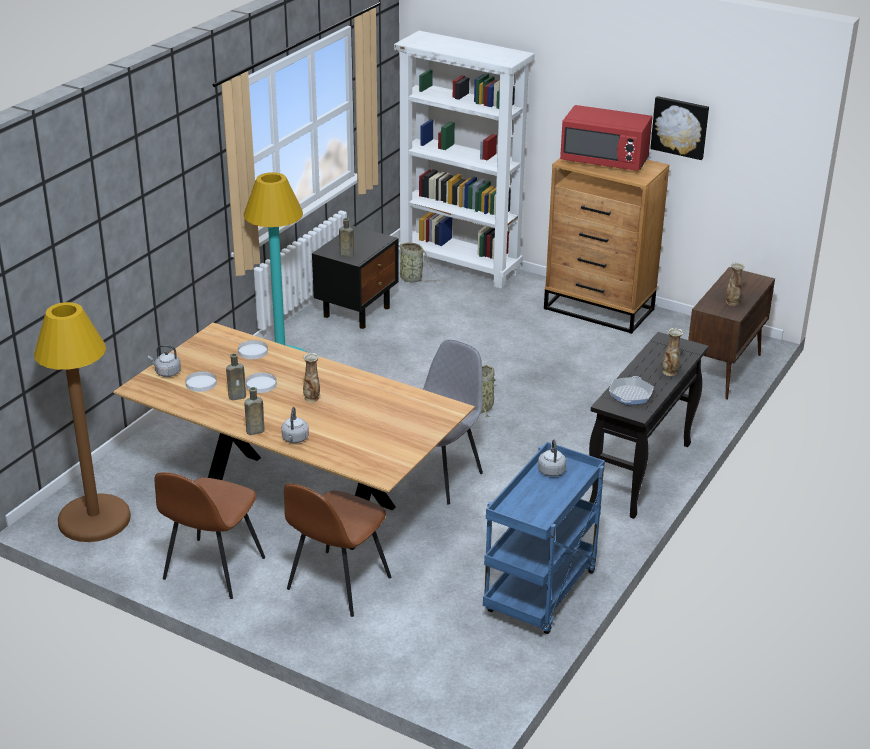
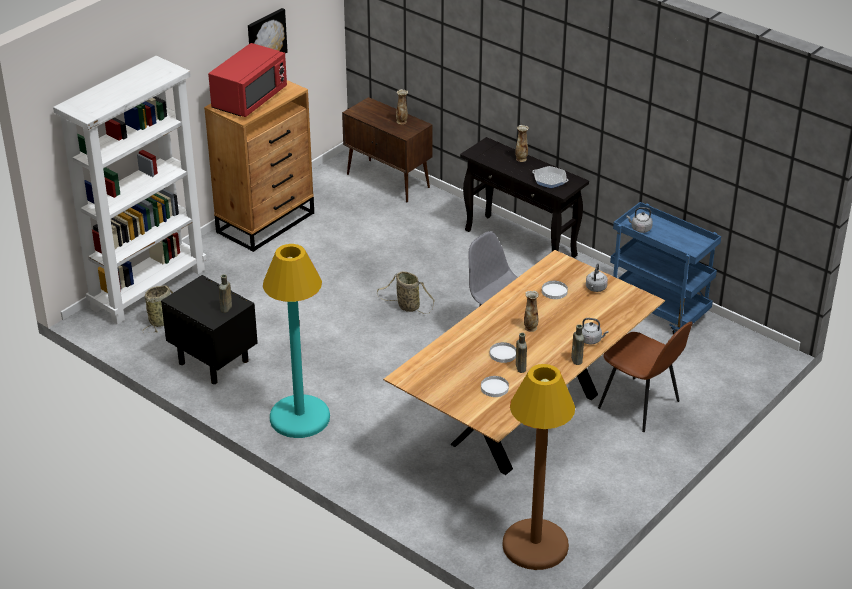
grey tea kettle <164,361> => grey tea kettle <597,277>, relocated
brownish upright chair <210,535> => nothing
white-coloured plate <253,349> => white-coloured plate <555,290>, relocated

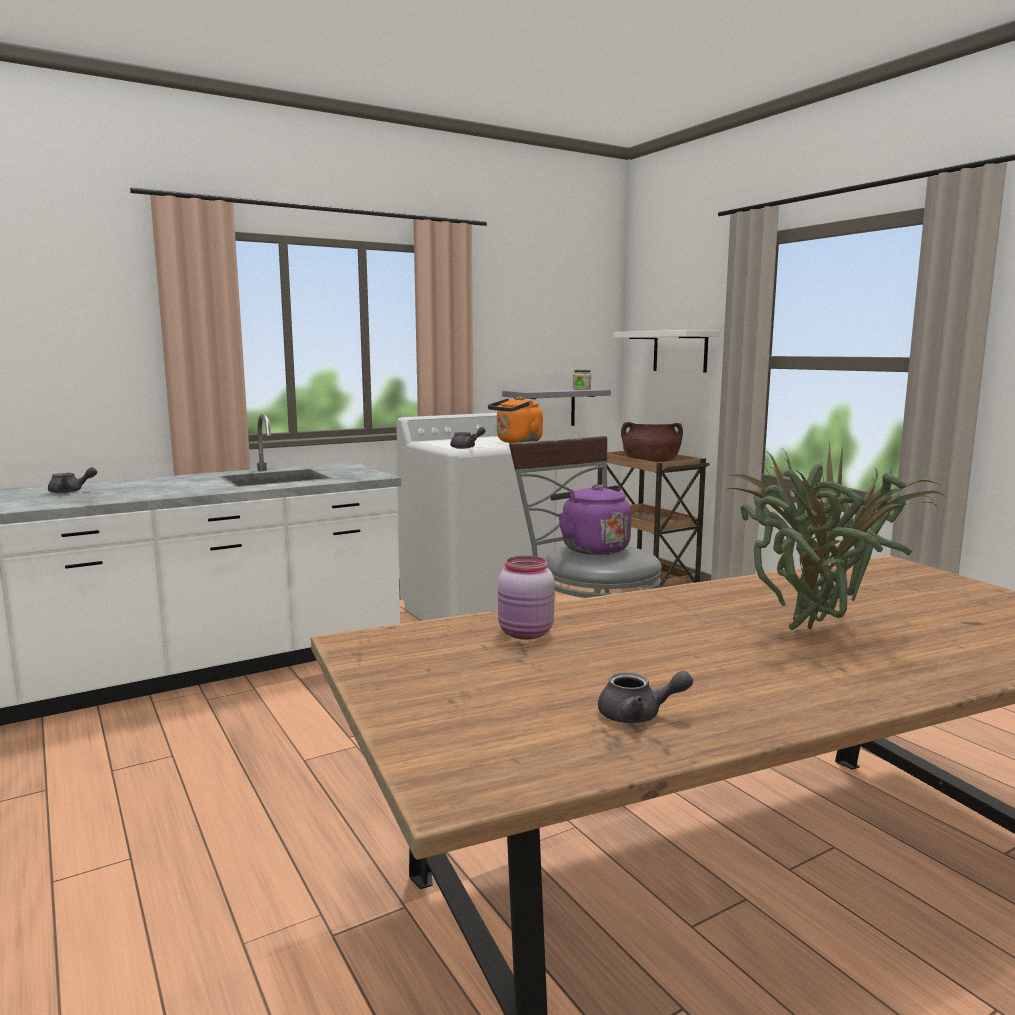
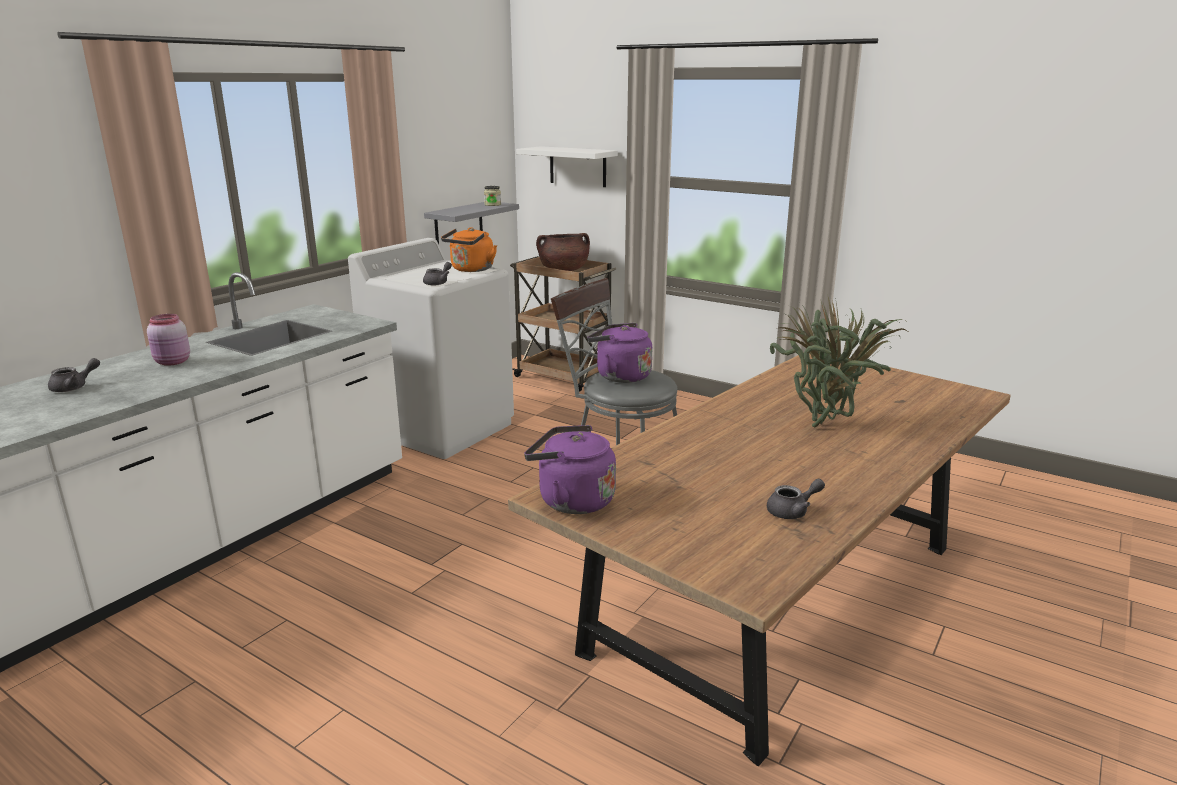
pinkish jar <526,598> => pinkish jar <168,340>, relocated
nothing => purplish tea kettle <570,469>

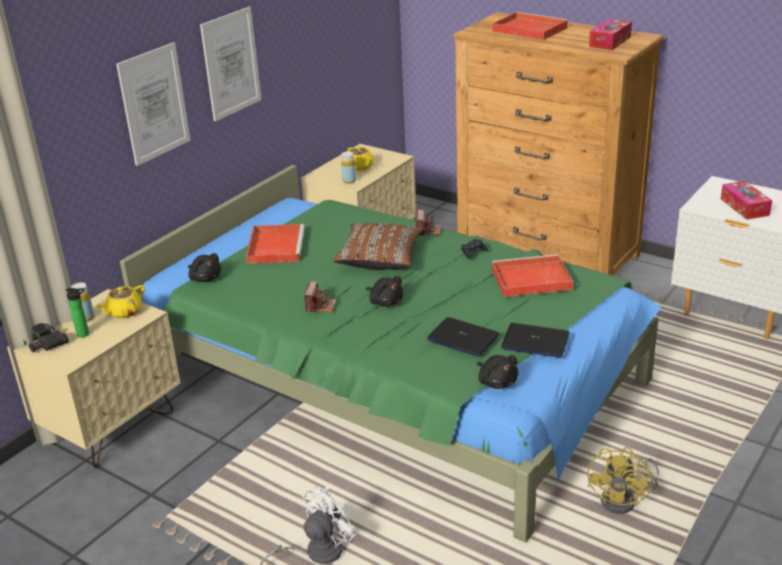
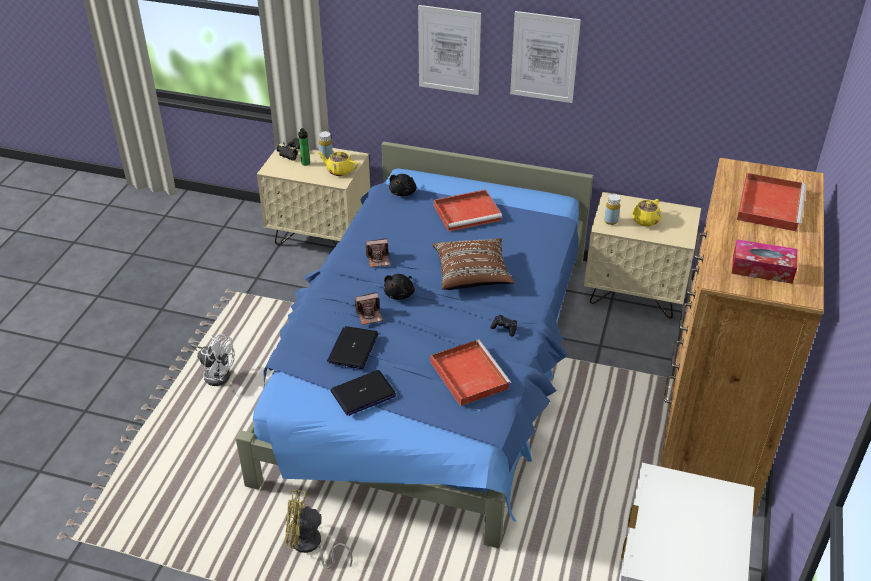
green bedroom bed <390,354> => bluish bedroom bed <414,345>
still camera <428,223> => still camera <369,308>, relocated
black cuddly toy <497,372> => nothing
laptop <535,340> => laptop <363,393>, 120 degrees counterclockwise
tissue box <746,200> => nothing

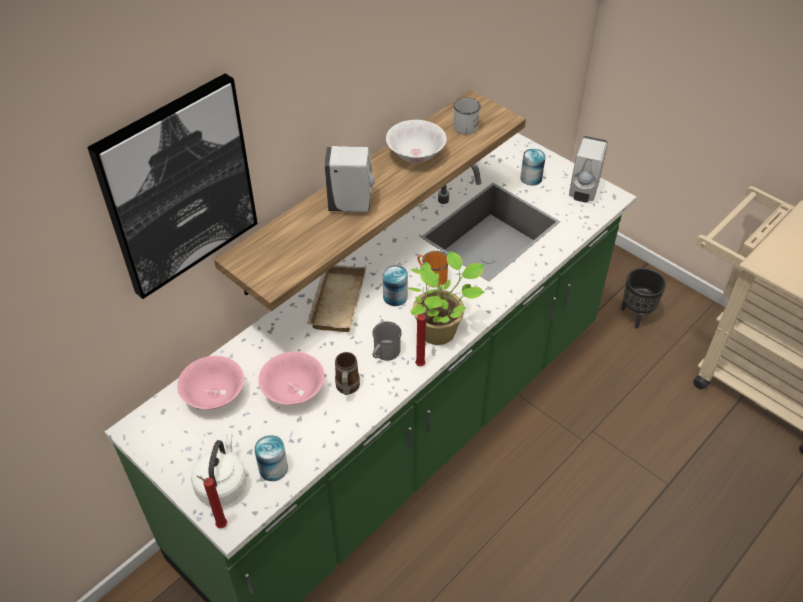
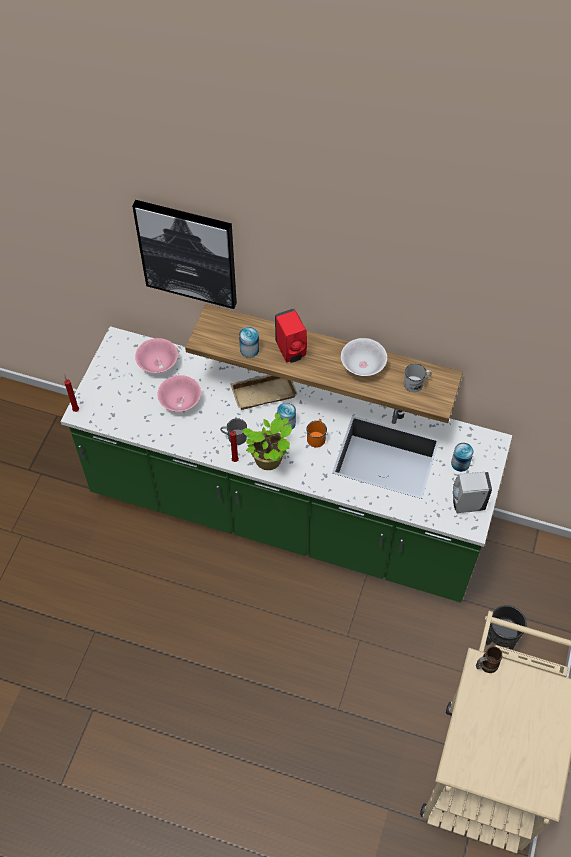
white-coloured tea kettle <219,469> => nothing
sealed can <271,458> => sealed can <249,342>, relocated
white-coloured soap bottle <350,179> => red-coloured soap bottle <291,335>
tea mug <347,373> => tea mug <489,659>, relocated

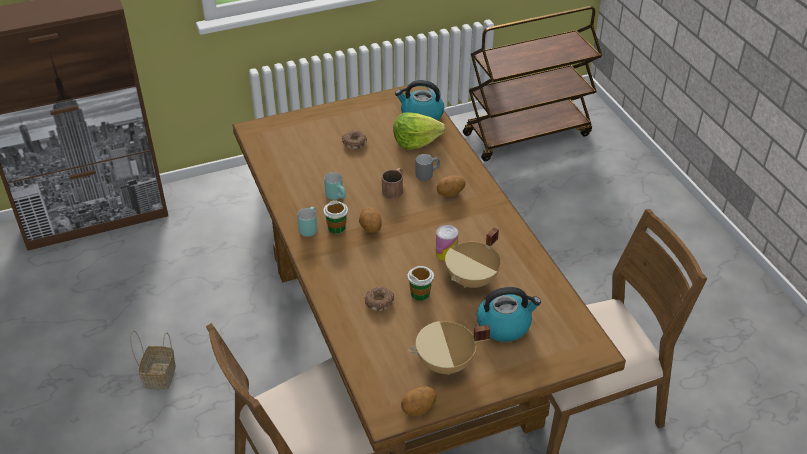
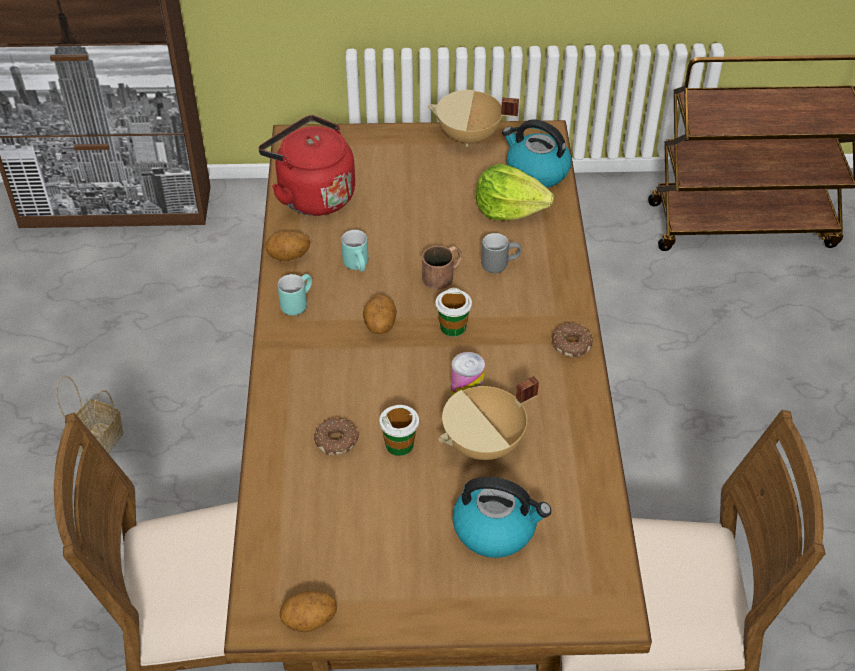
drinking cup <335,217> => drinking cup <454,312>, relocated
donut <354,139> => donut <572,339>, relocated
beige cooking pot <449,348> => beige cooking pot <473,118>, relocated
potato <451,186> => potato <288,246>, relocated
nothing => red-coloured tea kettle <307,165>

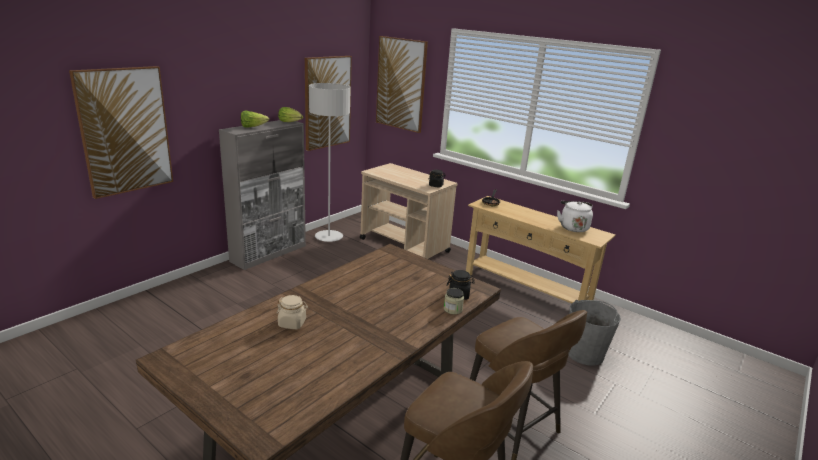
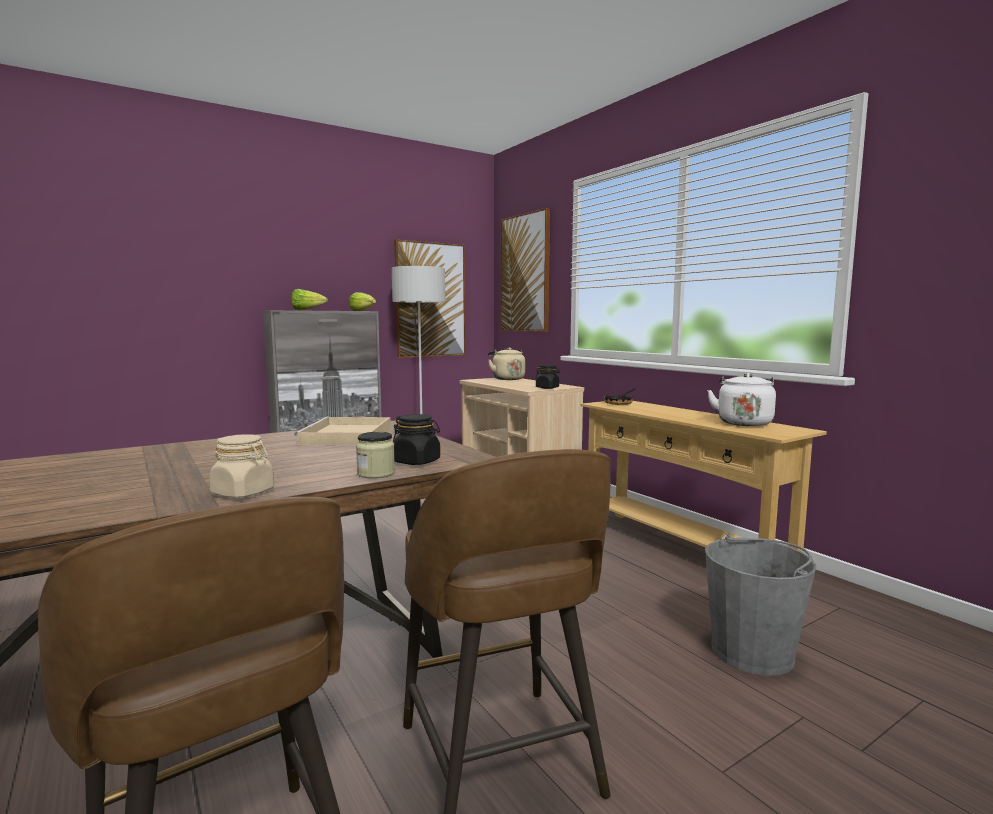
wall art <121,132> => nothing
beige jar <292,312> => beige jar <241,466>, relocated
nothing => beige serving tray <342,431>
nothing => beige tea kettle <506,364>

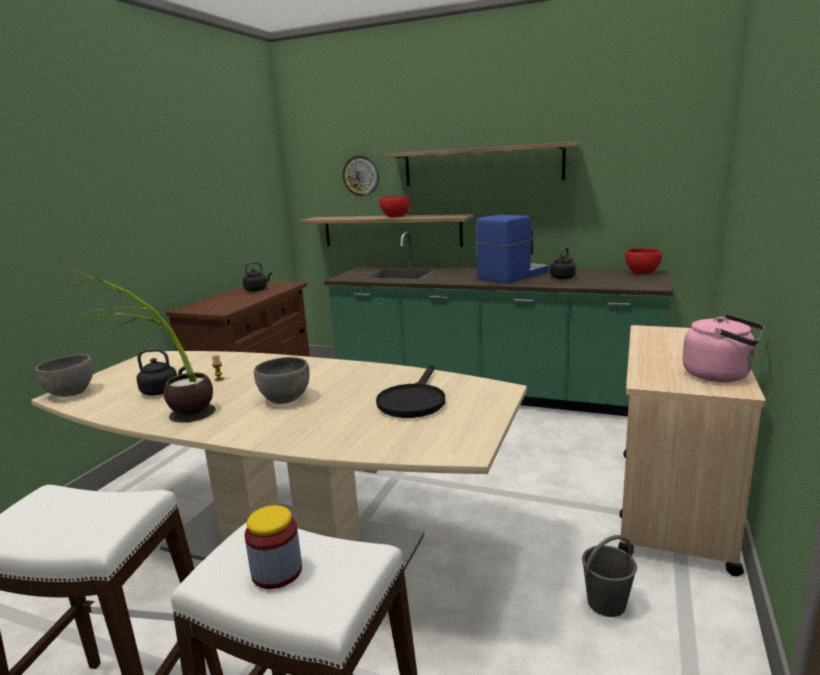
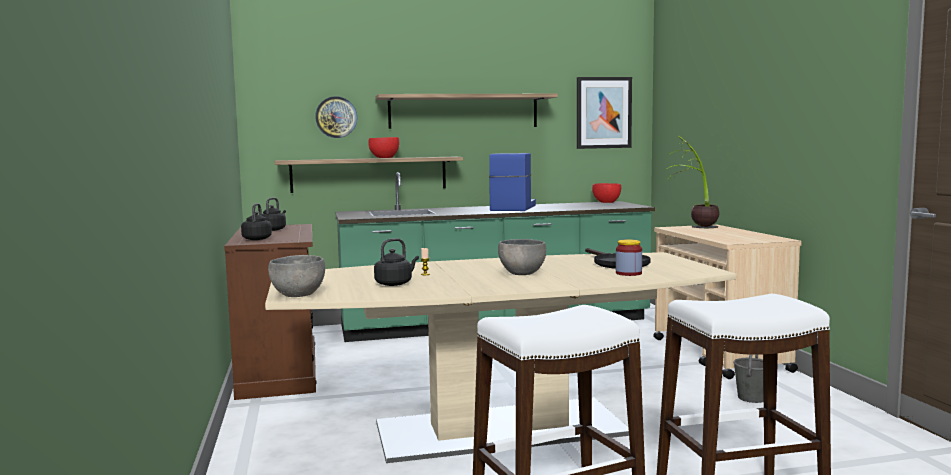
houseplant <141,346> => houseplant <693,182>, relocated
jar <273,547> => jar <629,258>, relocated
black tea kettle <563,263> => black tea kettle <256,221>, relocated
pinkish tea kettle <723,348> => nothing
nothing => wall art <604,113>

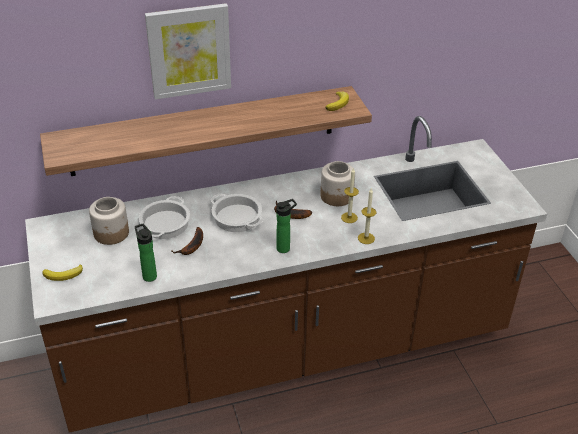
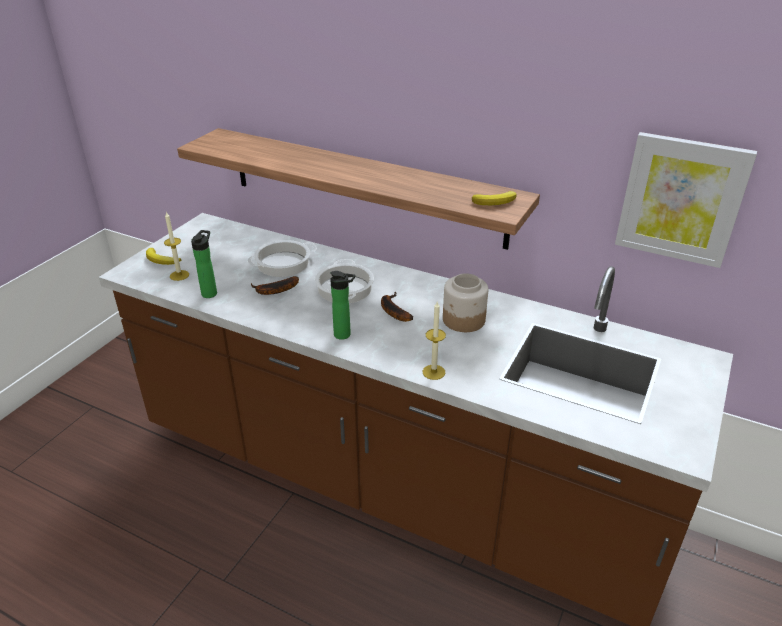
jar <109,221> => nothing
wall art <188,51> => wall art <686,200>, relocated
wax candle <350,195> => wax candle <176,246>, relocated

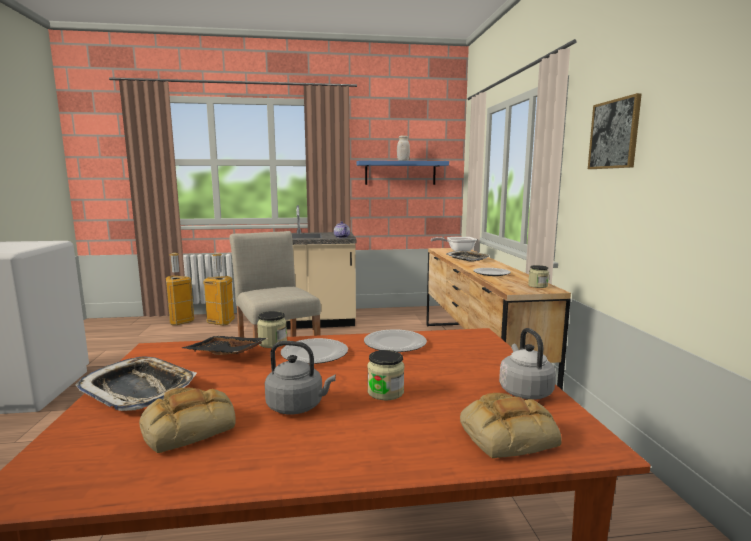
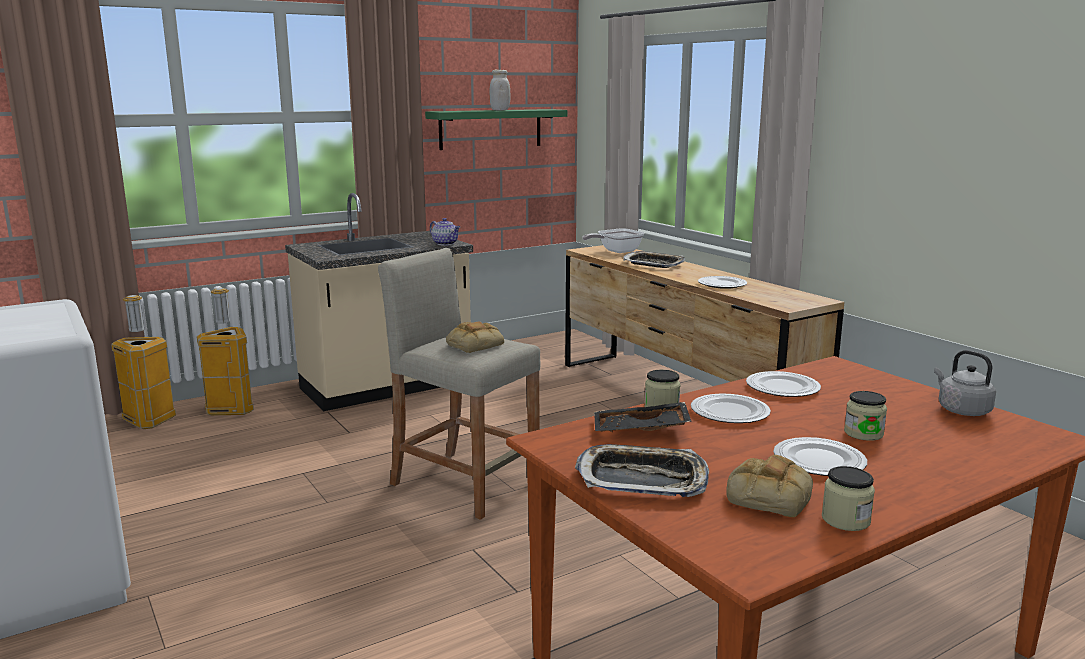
grey tea kettle <300,377> => plate <820,456>
bluish bracket shelf <403,172> => green bracket shelf <496,129>
baked bread <511,425> => baked bread <475,337>, relocated
jar <538,276> => jar <848,498>, relocated
wall art <615,131> => nothing

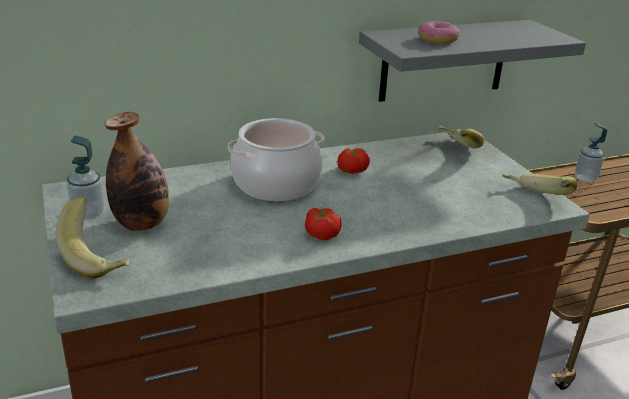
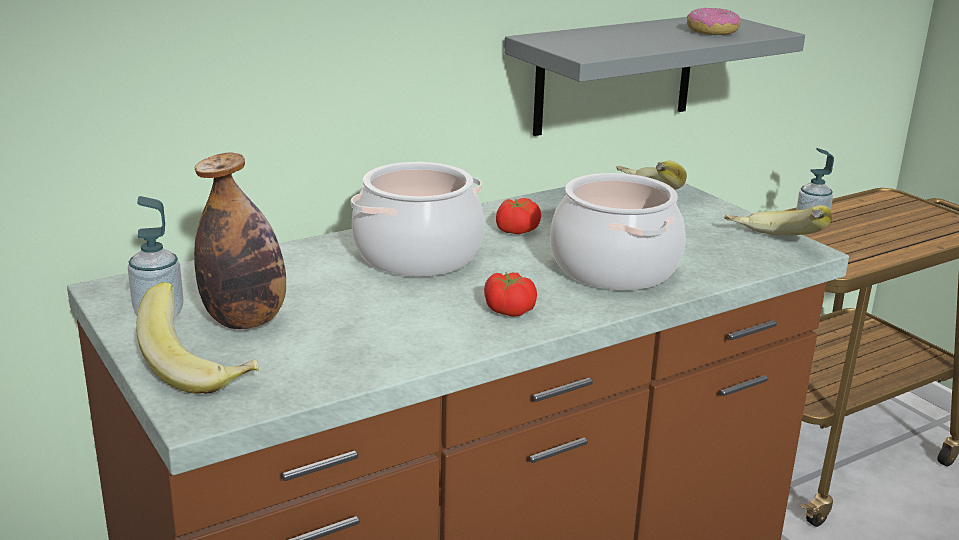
donut <439,32> => donut <714,21>, relocated
nothing => cooking pot <618,231>

